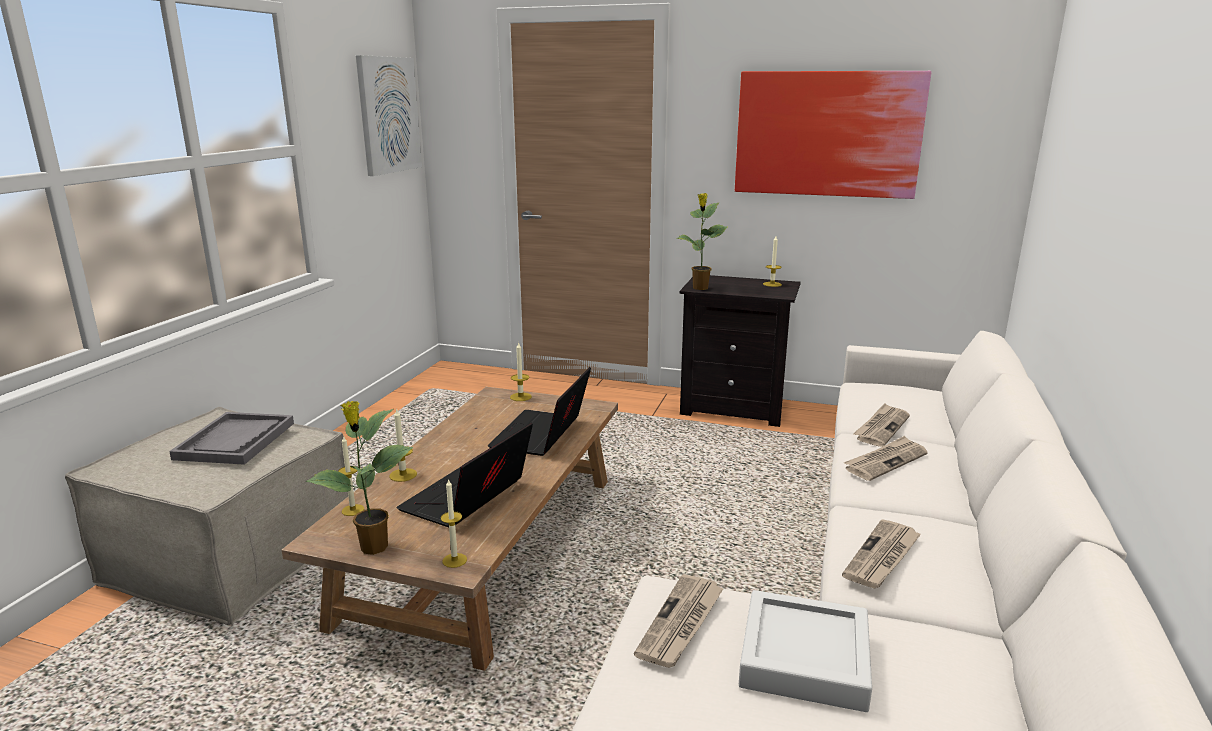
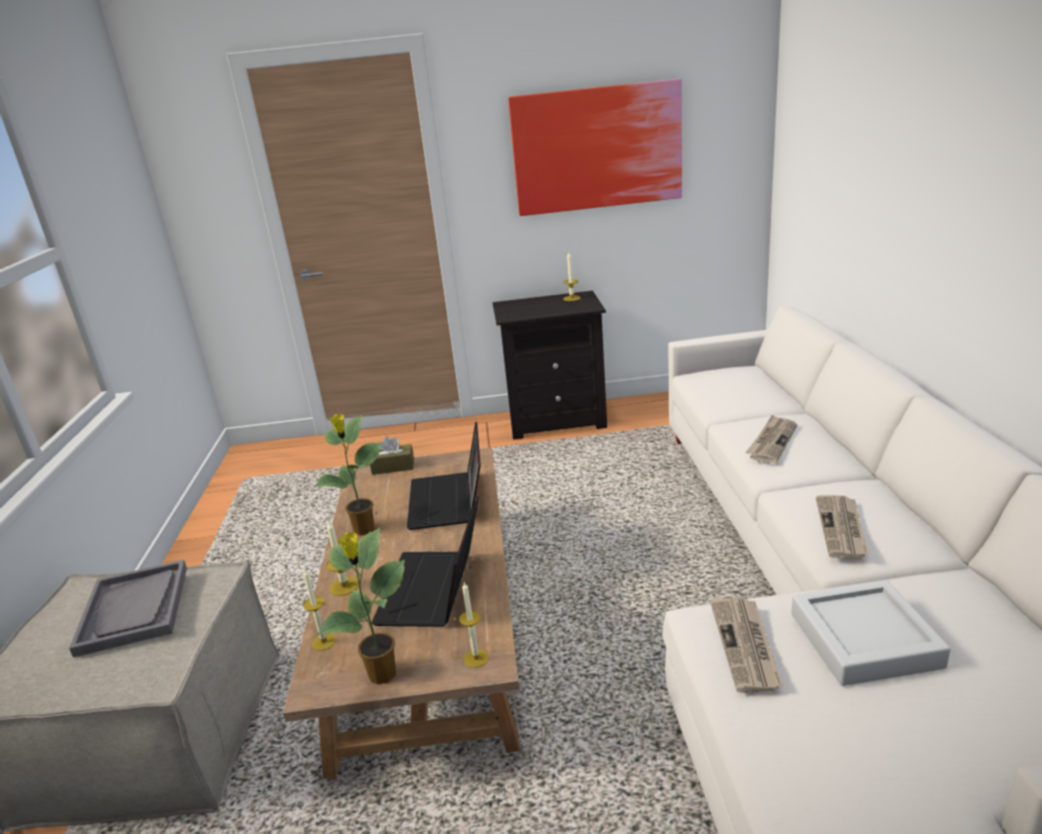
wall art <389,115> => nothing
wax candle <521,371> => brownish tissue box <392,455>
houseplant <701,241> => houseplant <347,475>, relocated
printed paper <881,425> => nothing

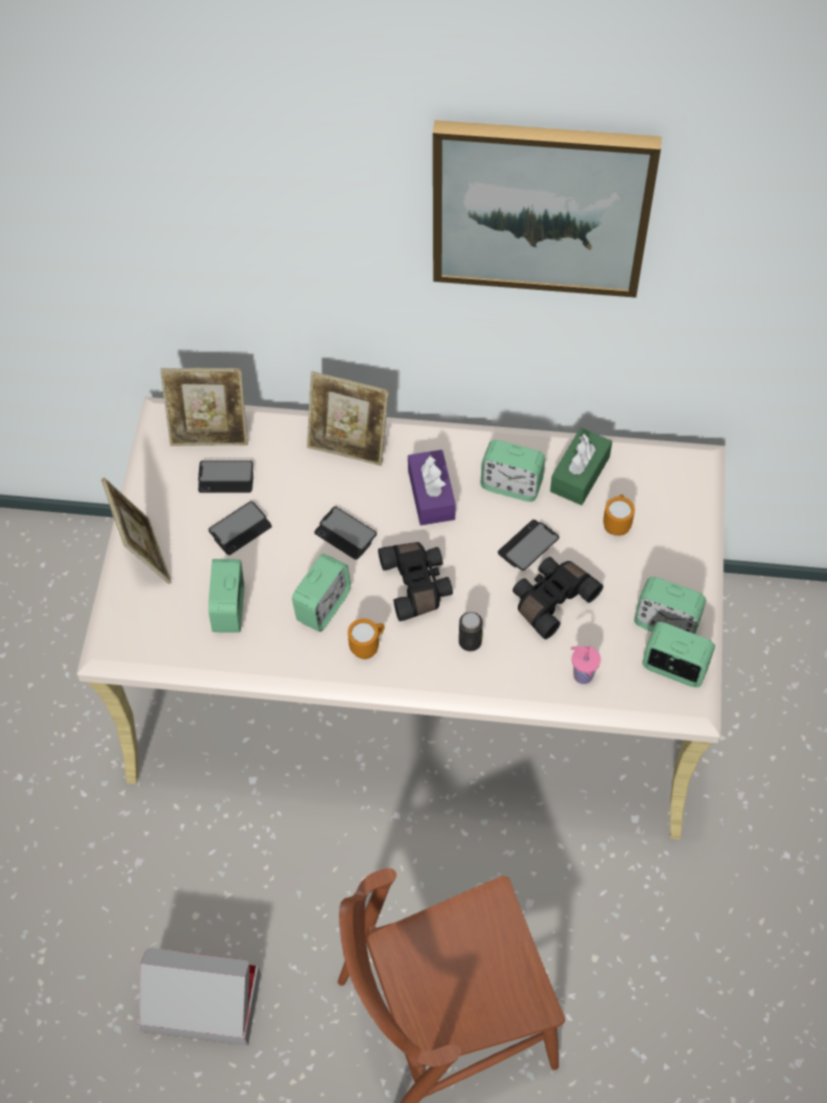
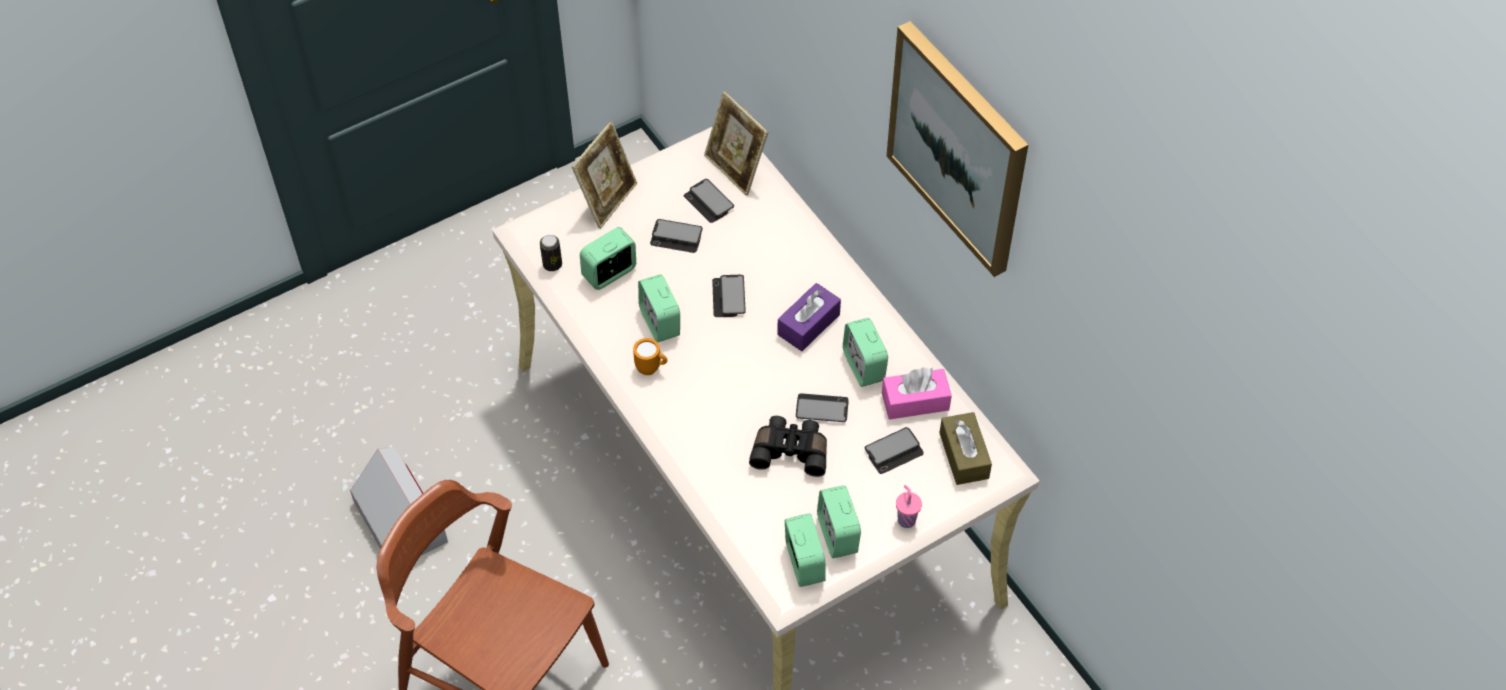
table clock <321,593> => table clock <659,308>, 75 degrees clockwise
picture frame <348,418> => nothing
black pair of binoculars <415,581> => nothing
sealed can <471,631> => sealed can <551,253>, relocated
green tissue box <581,466> => pinkish tissue box <917,393>
pinkish drinking cup <586,665> => pinkish drinking cup <909,506>, relocated
orange-coloured tea mug <619,515> => telephone <894,450>
nothing => brownish tissue box <966,448>

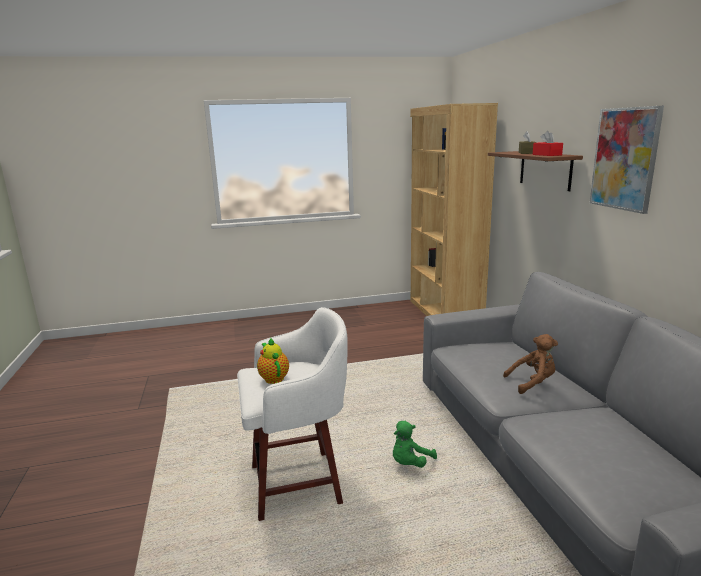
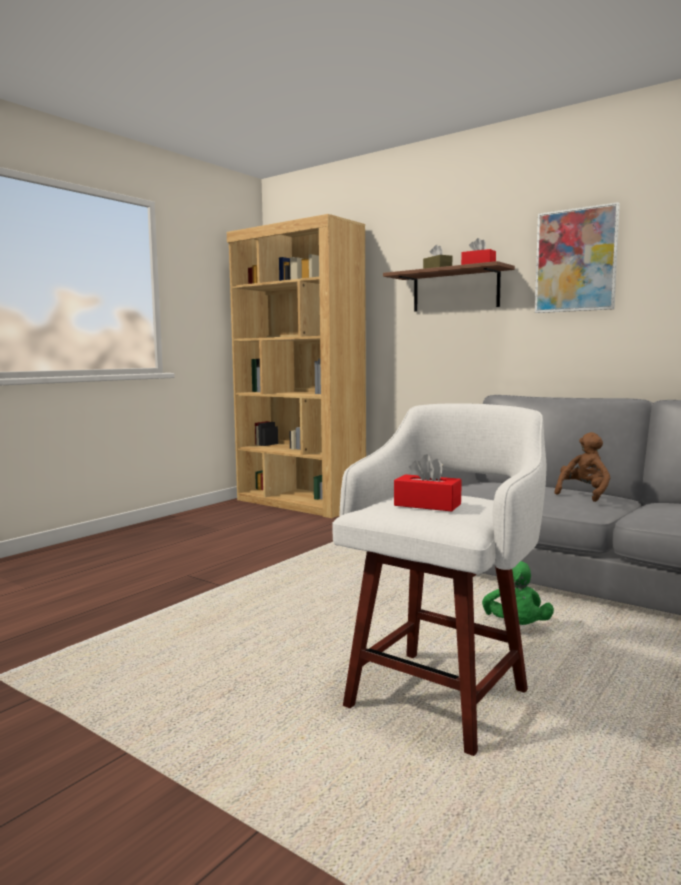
tea pot <273,361> => red-coloured tissue box <428,483>

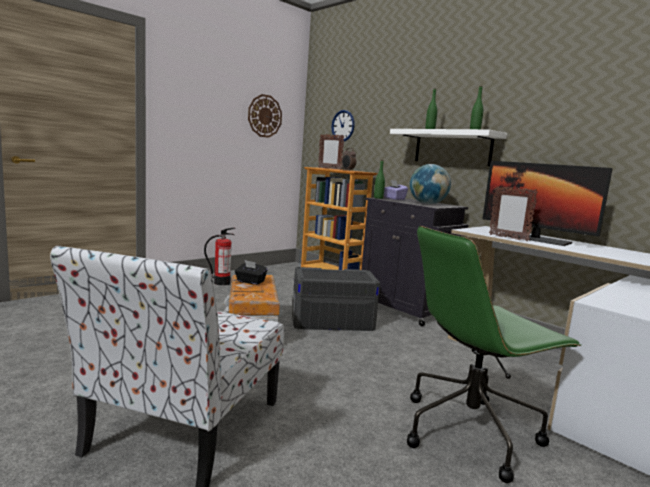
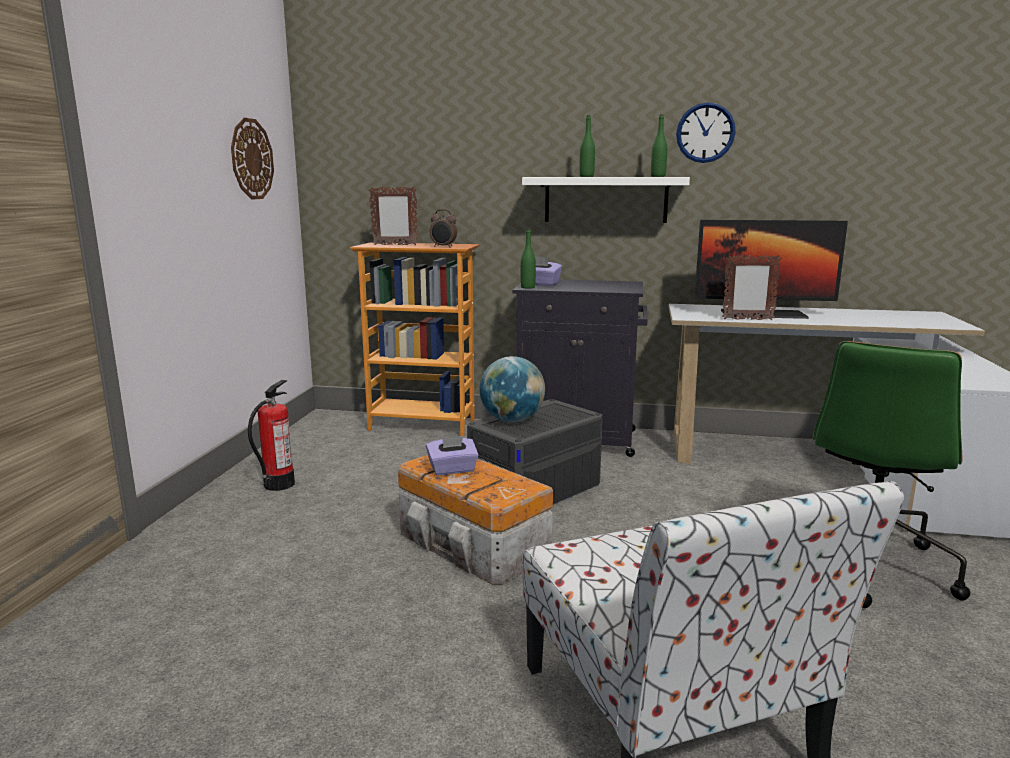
black tissue box <251,272> => purplish tissue box <452,455>
clock on the wall <343,125> => clock on the wall <706,132>, relocated
globe <430,184> => globe <512,389>, relocated

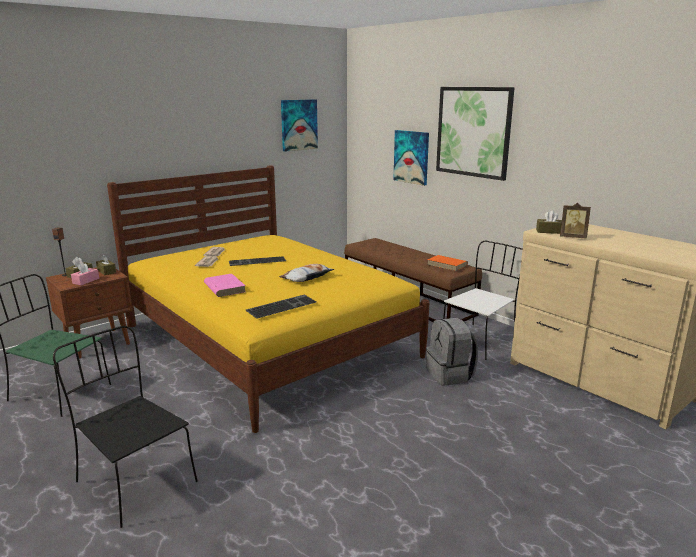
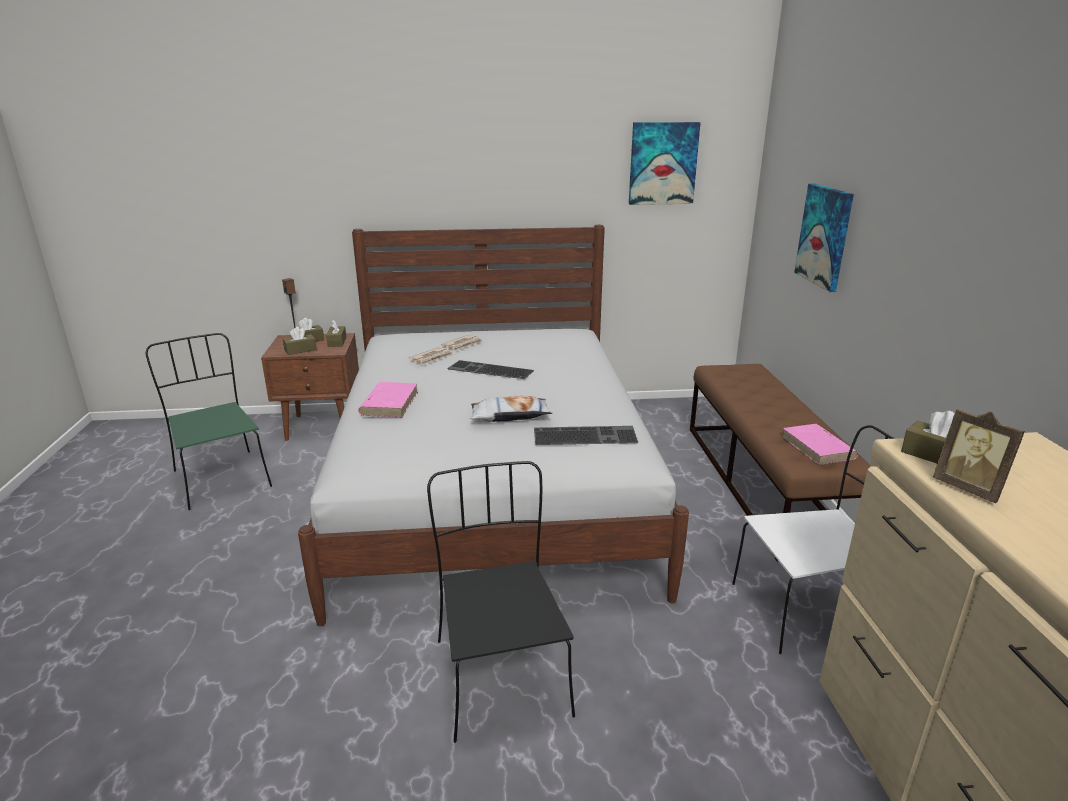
black upright chair <125,427> => black upright chair <501,602>, relocated
pinkish tissue box <85,273> => brownish tissue box <300,341>
yellowish bedroom bed <268,299> => white-coloured bedroom bed <493,425>
keyboard <281,306> => keyboard <586,435>, relocated
grey backpack <452,351> => nothing
orange-coloured book <447,263> => pinkish book <819,444>
wall art <475,134> => nothing

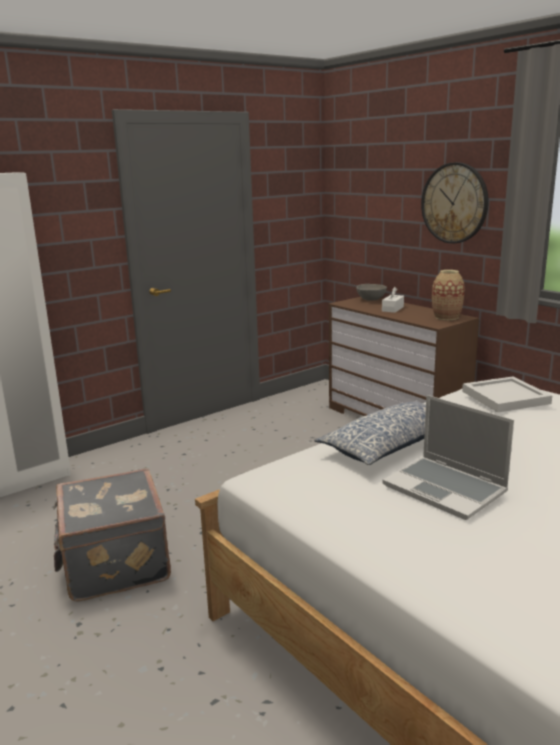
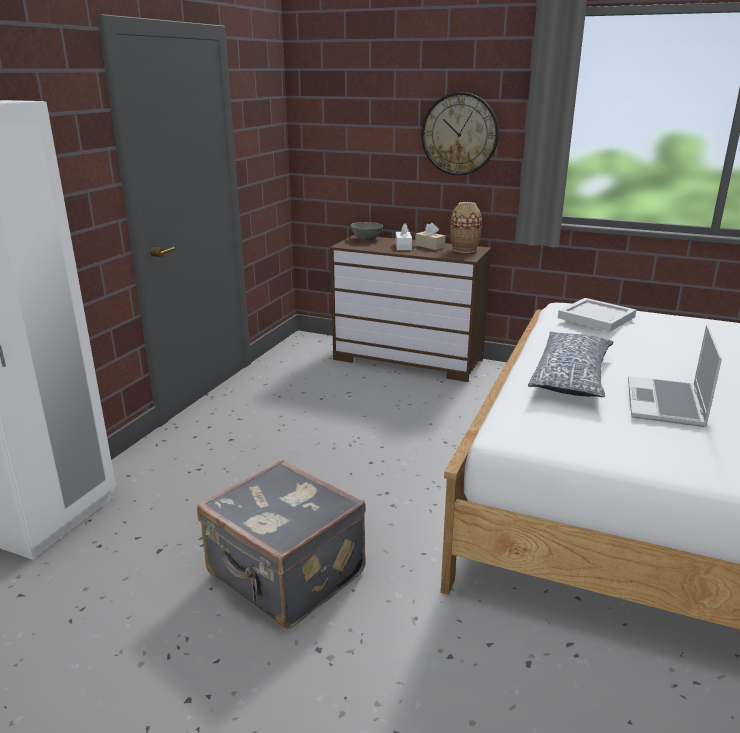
laptop <448,457> => laptop <675,376>, 90 degrees clockwise
nothing => beige tissue box <430,236>

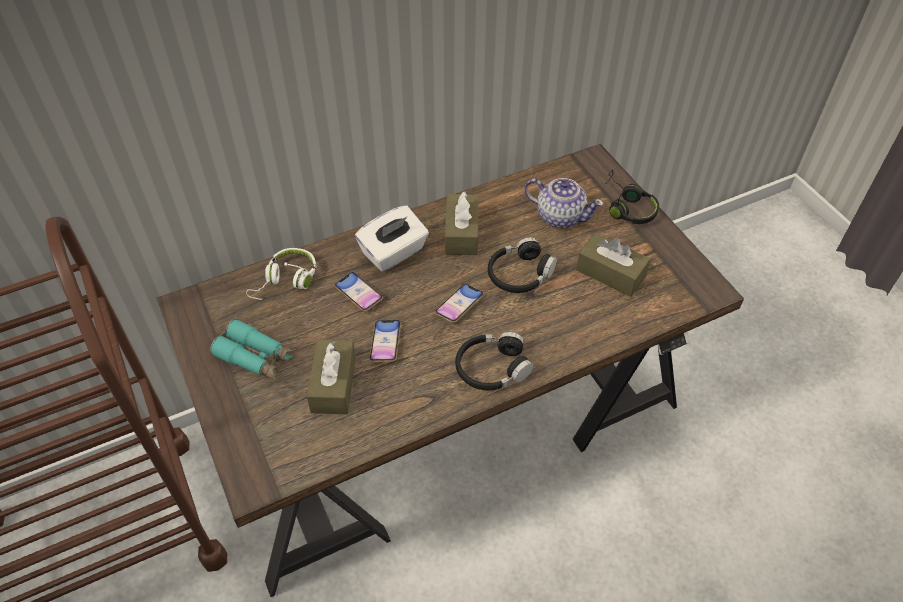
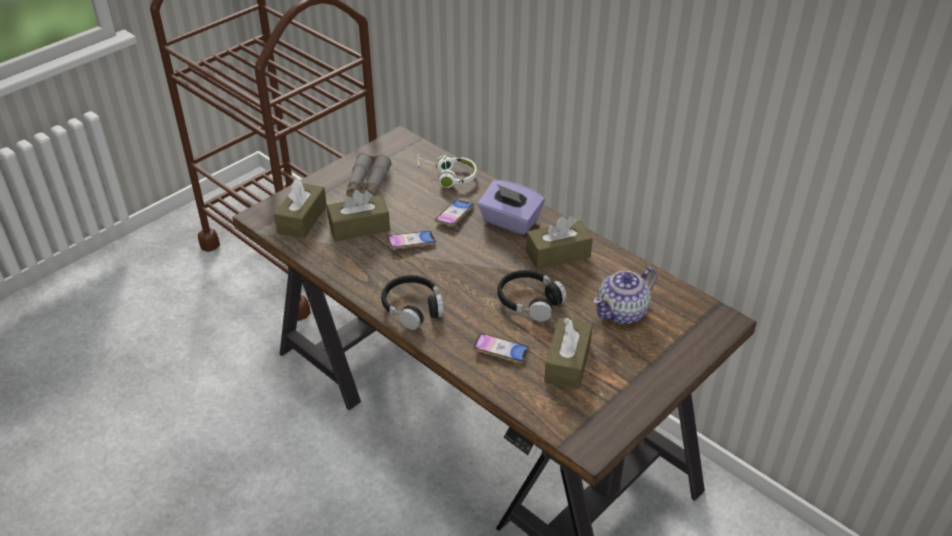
blue-green pair of binoculars <252,349> => grey pair of binoculars <368,175>
white-coloured tissue box <392,238> => purplish tissue box <511,207>
telephone <459,303> => telephone <501,348>, relocated
tea pot <564,203> => tea pot <625,295>, 45 degrees clockwise
black headset <631,197> => nothing
nothing => brownish tissue box <300,209>

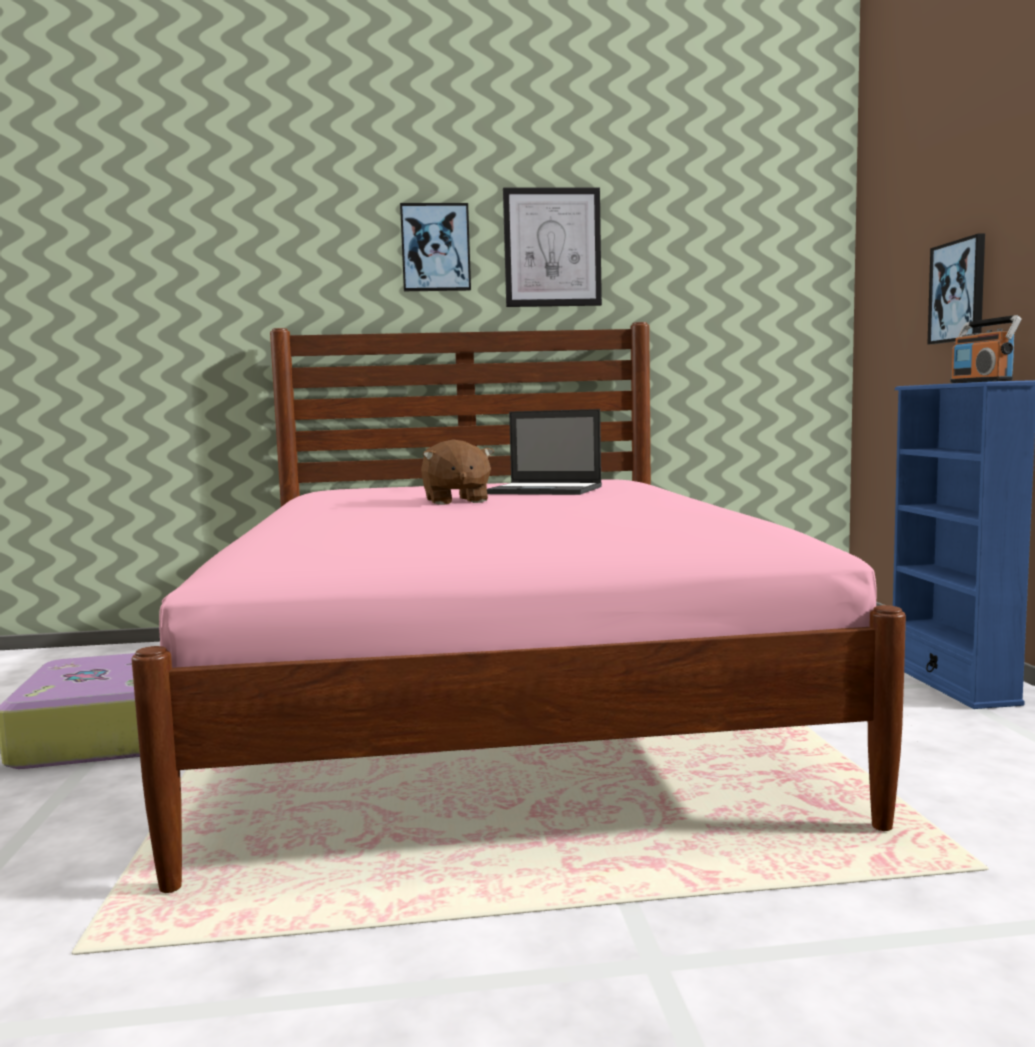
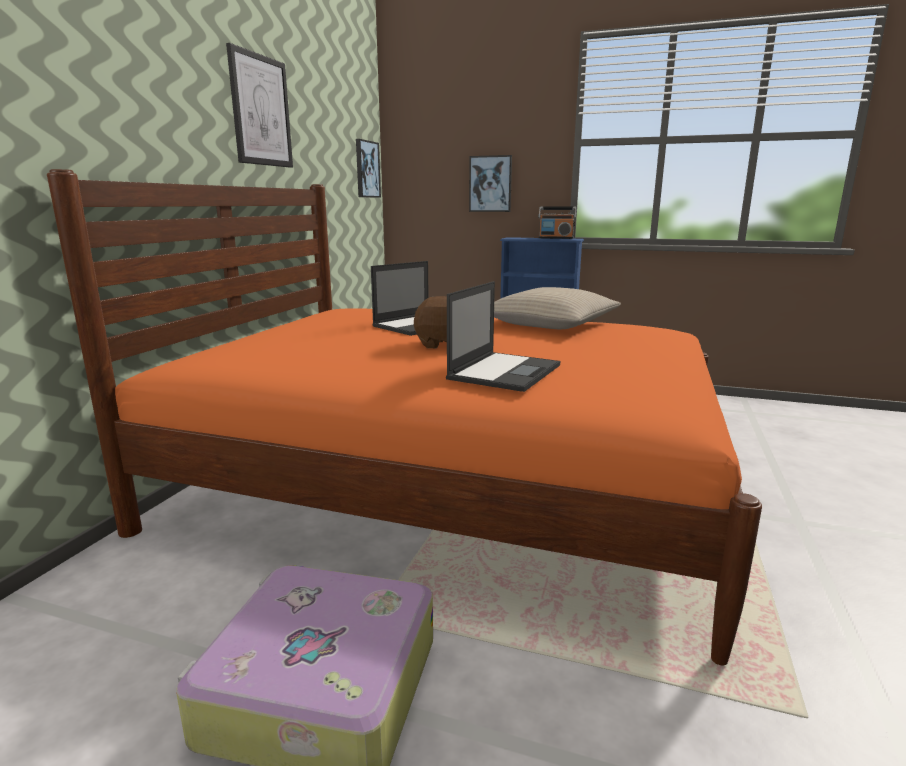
pinkish bedroom bed <518,607> => orange-coloured bedroom bed <404,417>
wall art <435,247> => wall art <368,168>, relocated
nothing => laptop <503,336>
nothing => beige cushion <557,308>

